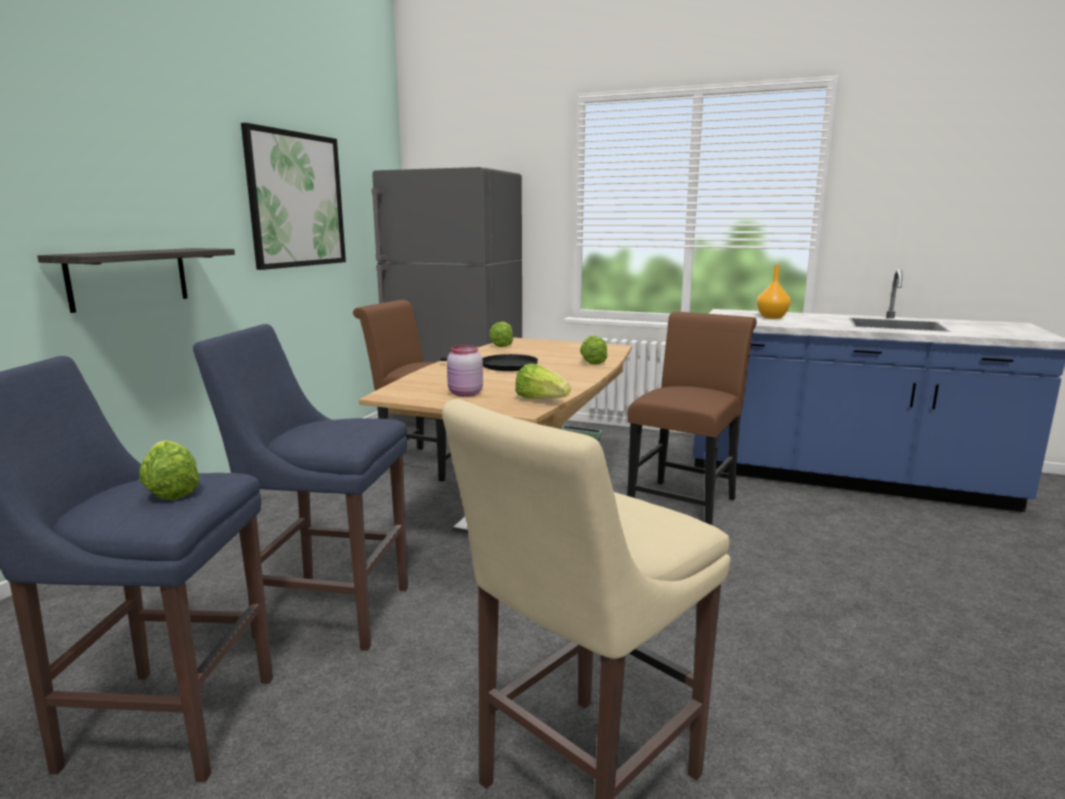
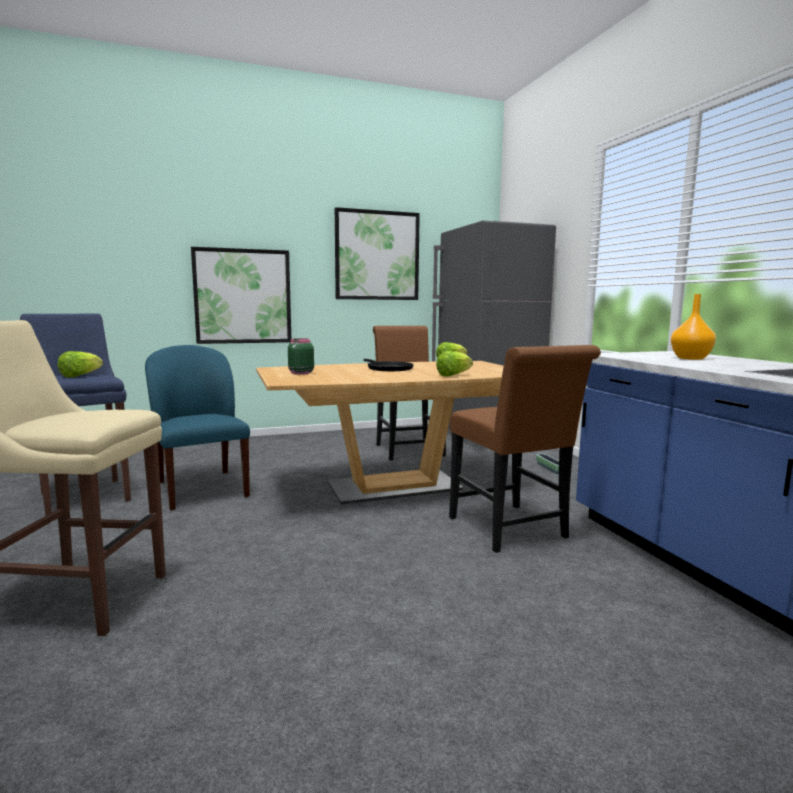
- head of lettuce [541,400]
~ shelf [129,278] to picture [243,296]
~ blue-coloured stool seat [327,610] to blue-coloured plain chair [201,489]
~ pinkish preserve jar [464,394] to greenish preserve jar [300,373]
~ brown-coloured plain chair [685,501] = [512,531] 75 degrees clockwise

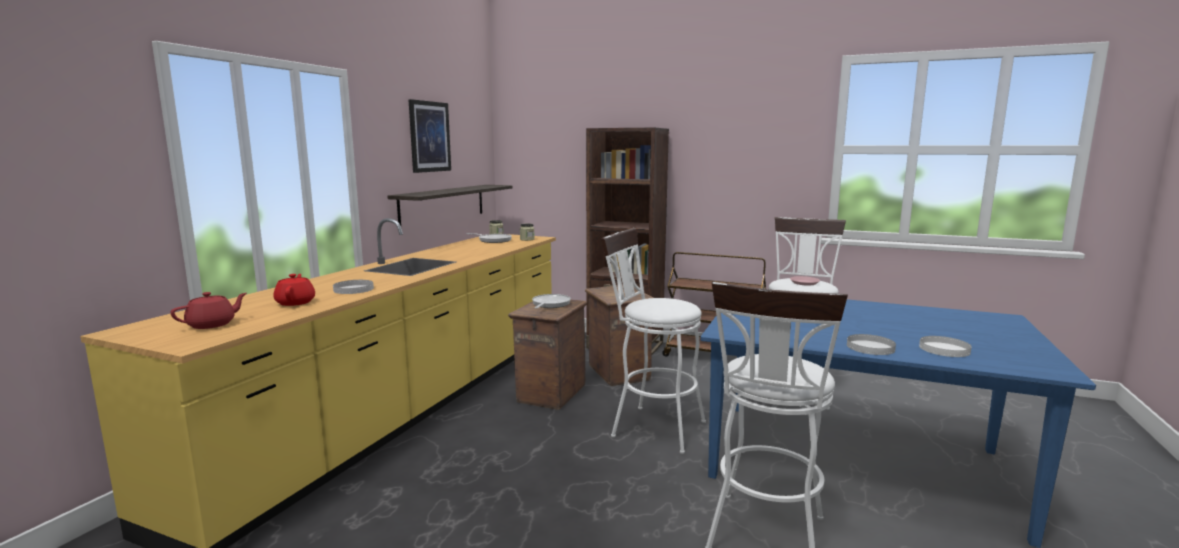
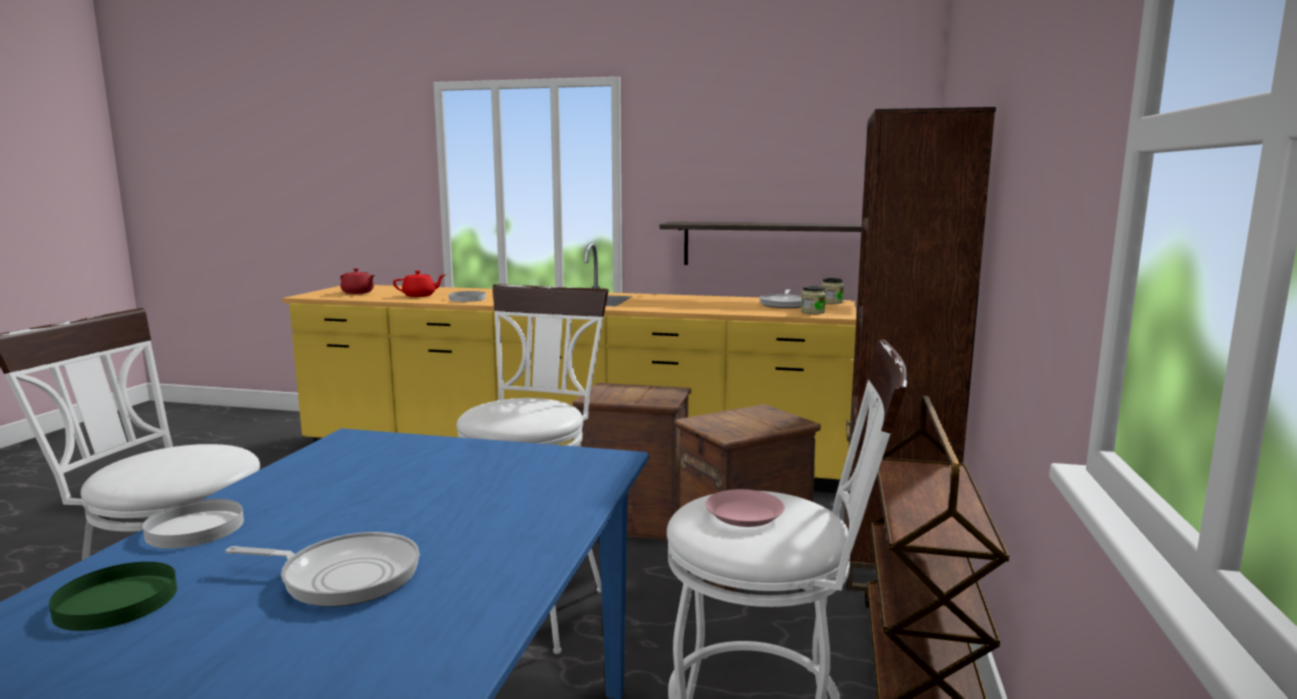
- picture [429,136]
~ skillet [550,304] to [344,576]
~ white-coloured flat dish [944,349] to greenish flat dish [115,601]

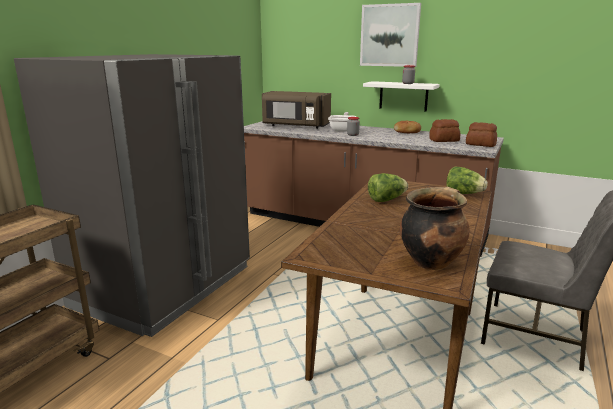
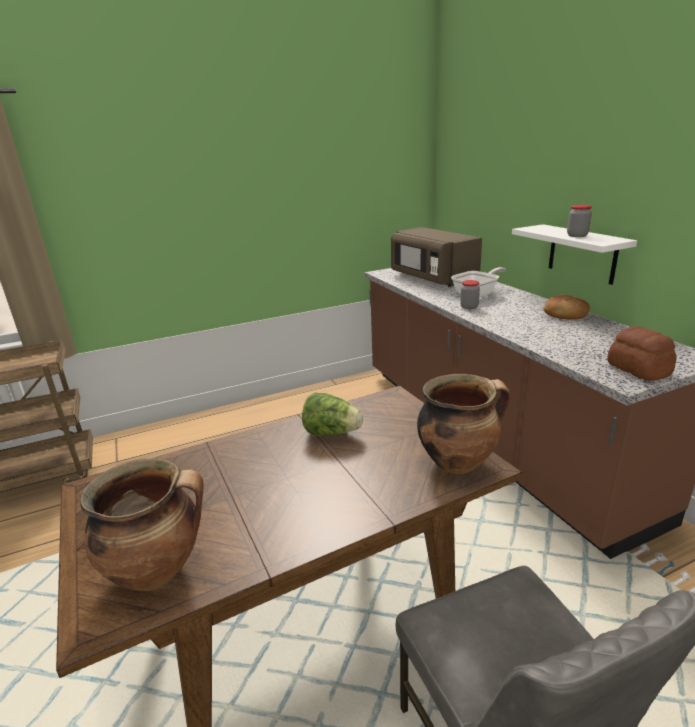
- greyish refrigerator [166,286]
- picture [389,35]
- baked bread [443,140]
~ head of lettuce [463,194] to saucepot [458,462]

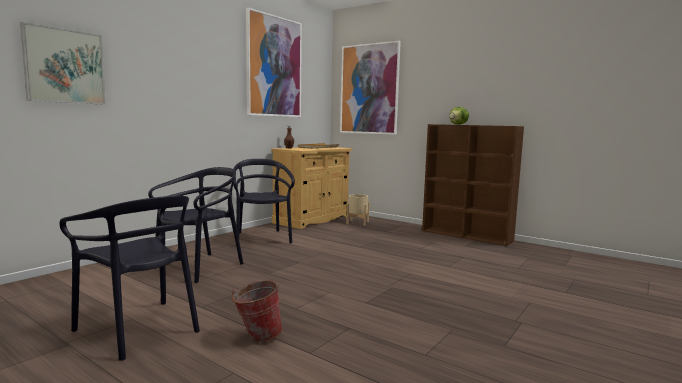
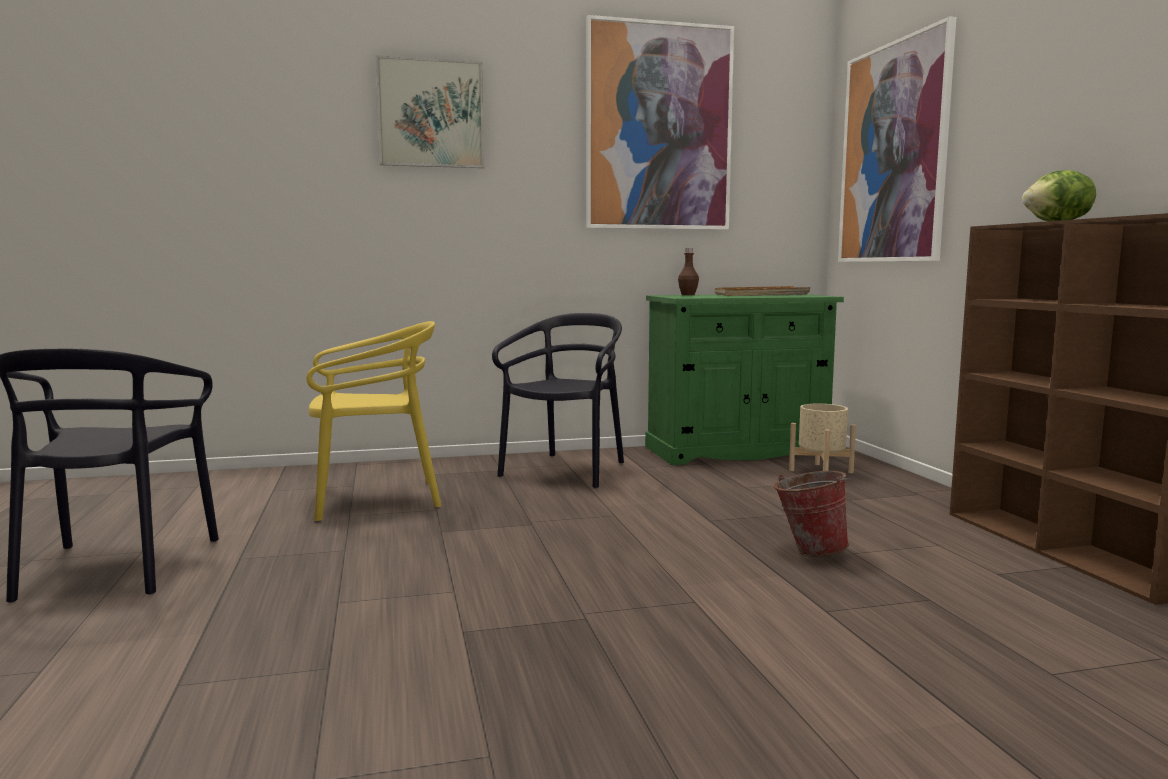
~ picture [65,66] to [431,113]
~ pail [257,336] to [809,550]
~ black-coloured plain chair [200,267] to yellowish plain chair [375,499]
~ beige cabinet [312,219] to greenish cabinet [737,451]

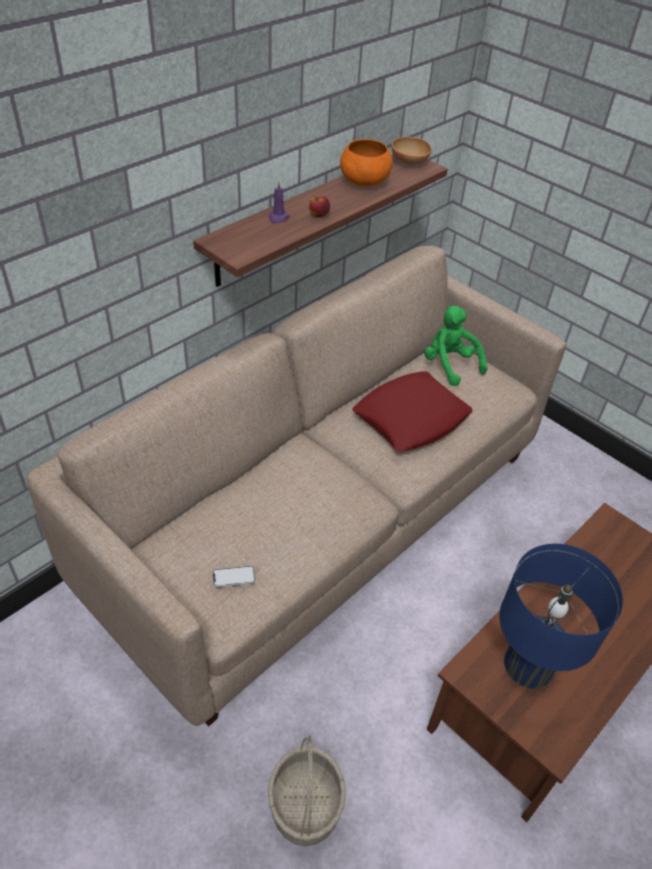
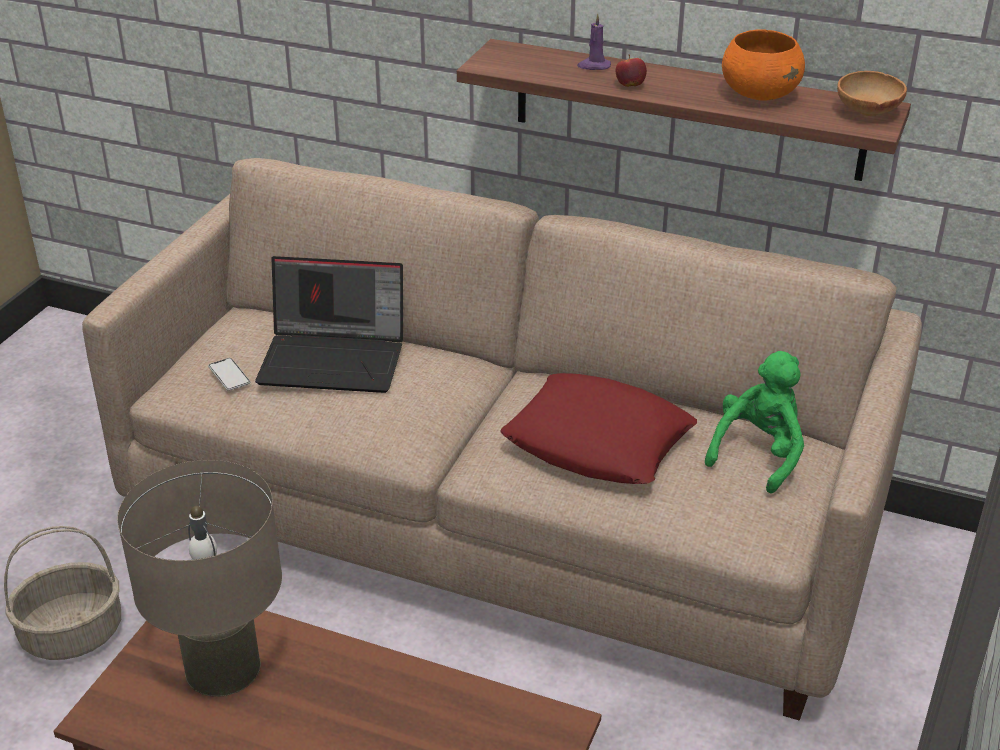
+ portable computer [335,359]
~ blue-coloured lamp for a table [529,665] to beige lamp for a table [222,668]

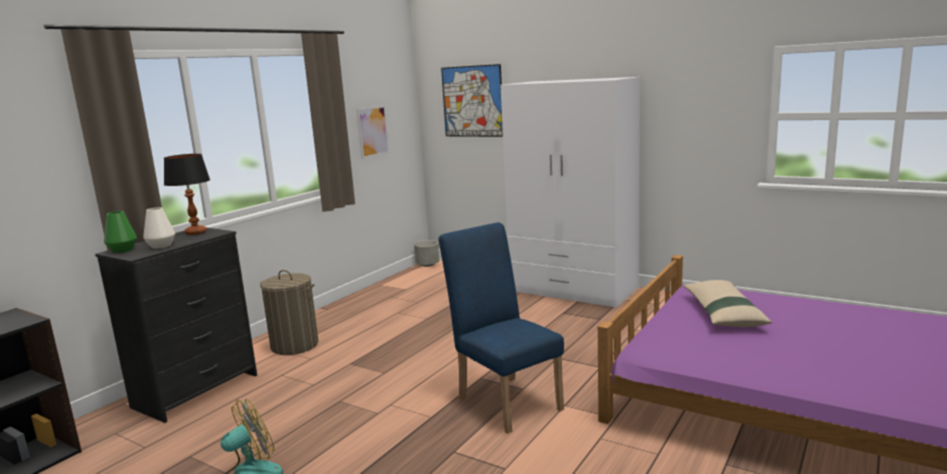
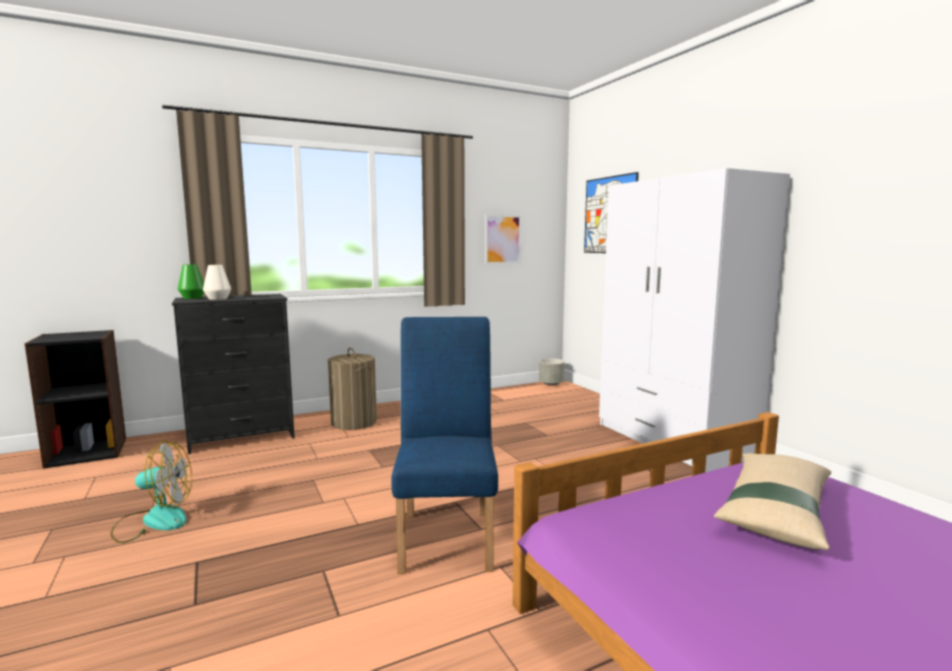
- lamp for a table [196,232]

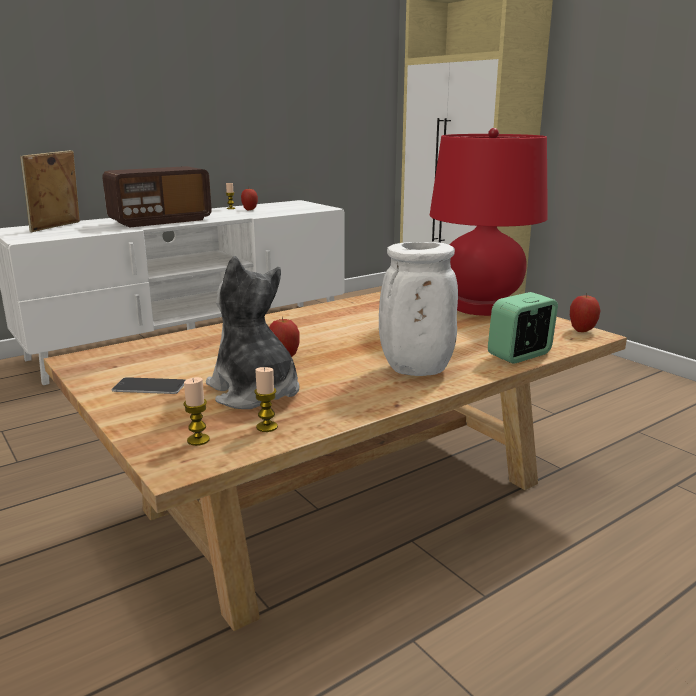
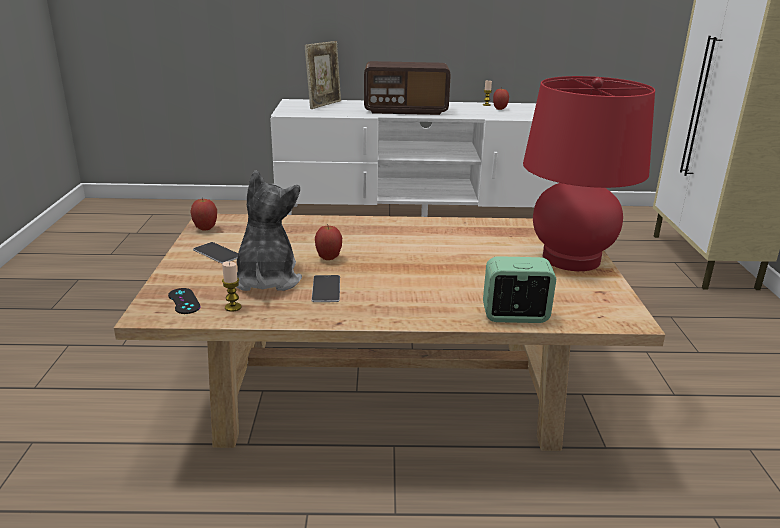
- white-coloured flower vase [415,370]
+ handset [326,289]
~ apple [582,331] to [205,229]
~ candle [198,440] to black-coloured gamepad [184,301]
~ standing frame [57,227] = [324,105] 150 degrees clockwise

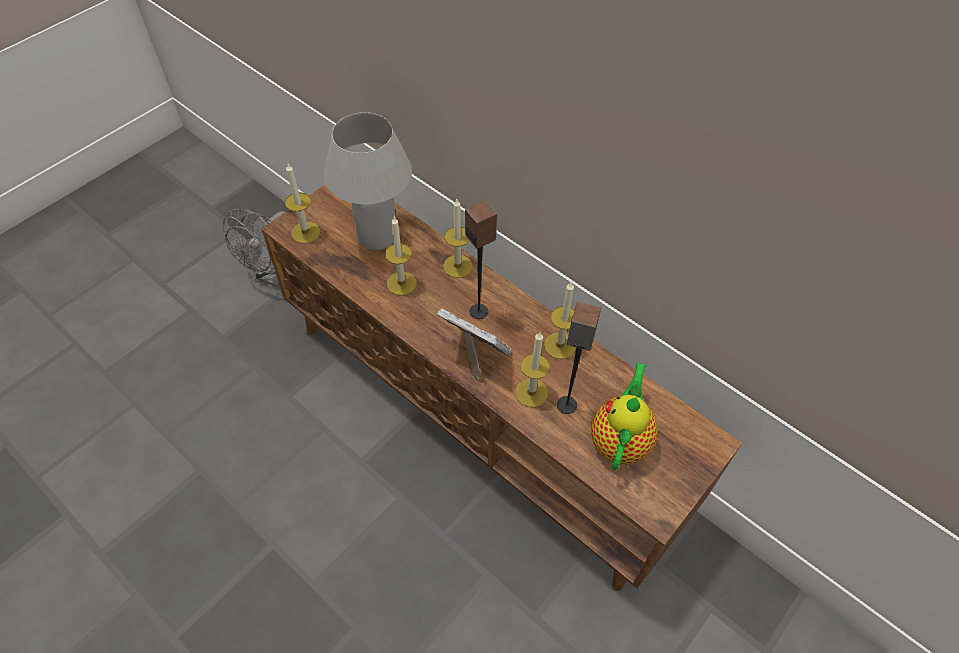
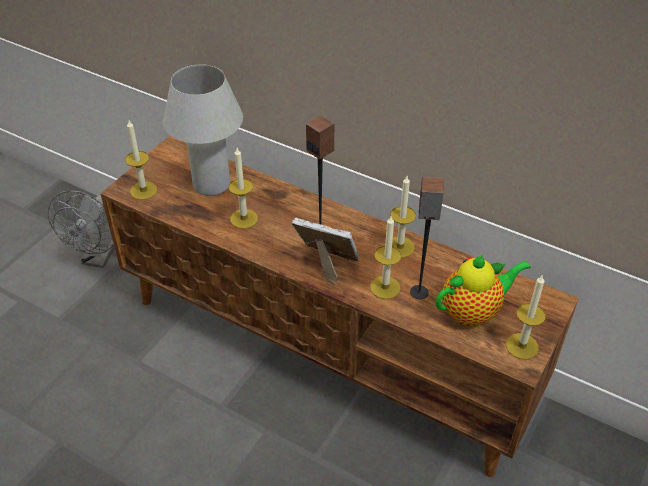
~ candle [458,266] to [522,346]
~ teapot [620,439] = [473,311] 60 degrees clockwise

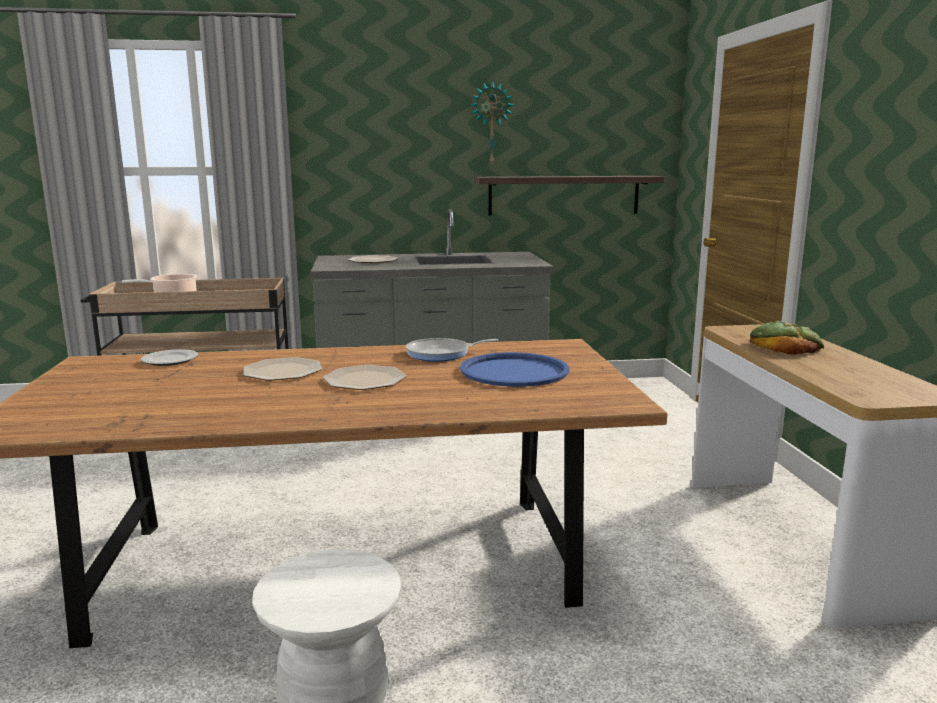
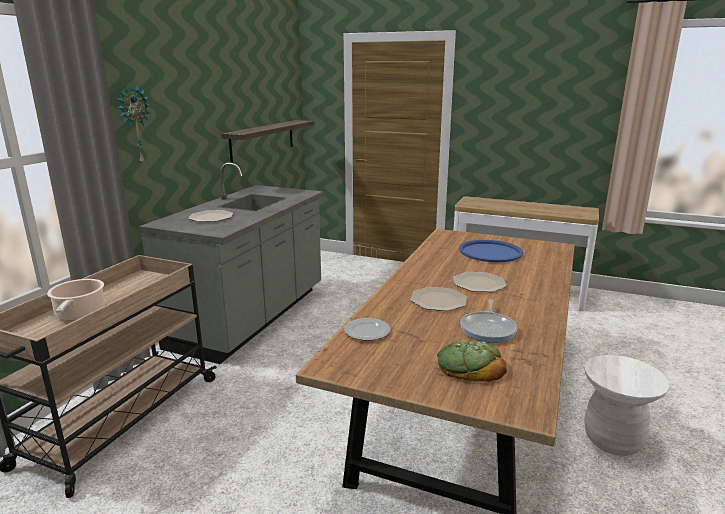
~ skillet [442,354] to [488,329]
~ clock on the wall [491,123] to [134,124]
~ baked bread [785,346] to [469,366]

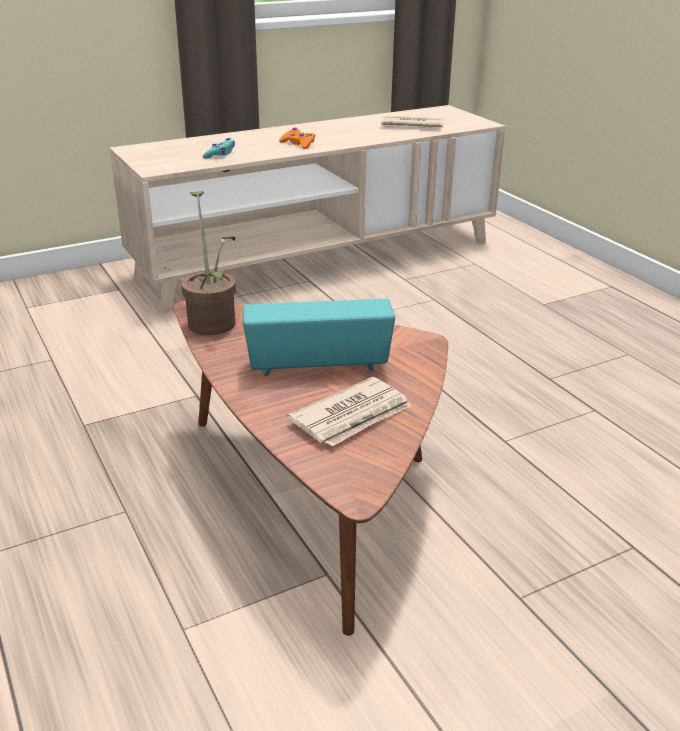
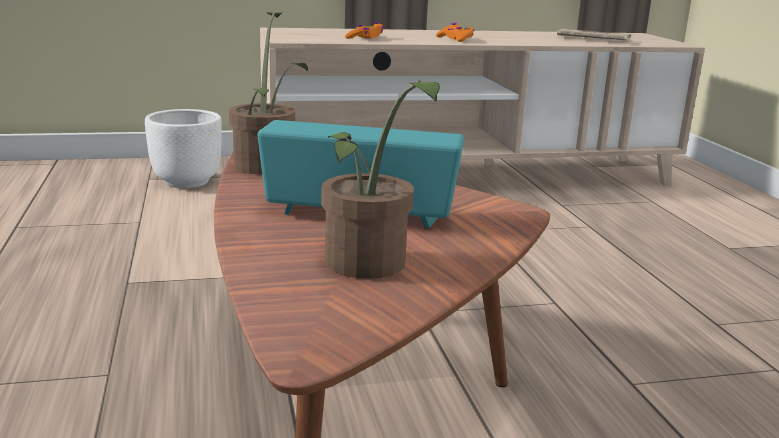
+ white-coloured plant pot [187,182]
~ printed paper [353,416] to houseplant [367,267]
~ blue-green gamepad [220,154] to orangey gamepad [366,38]

